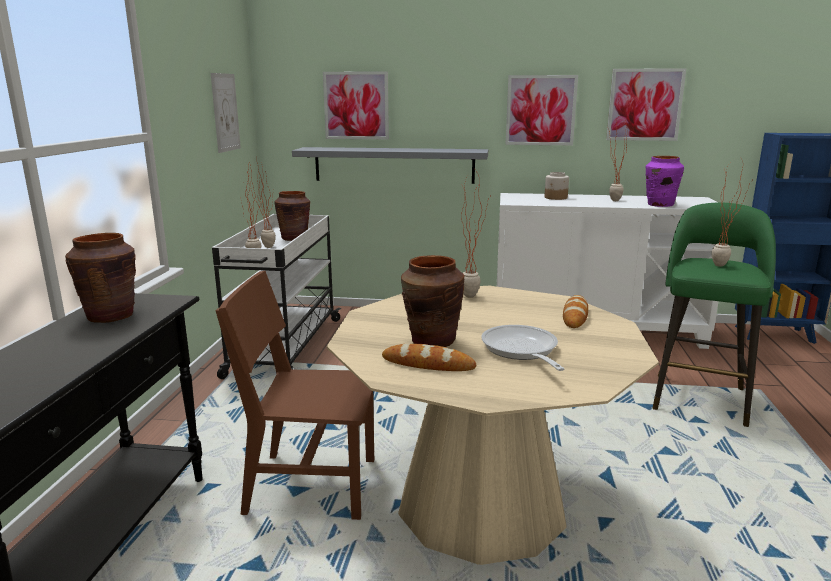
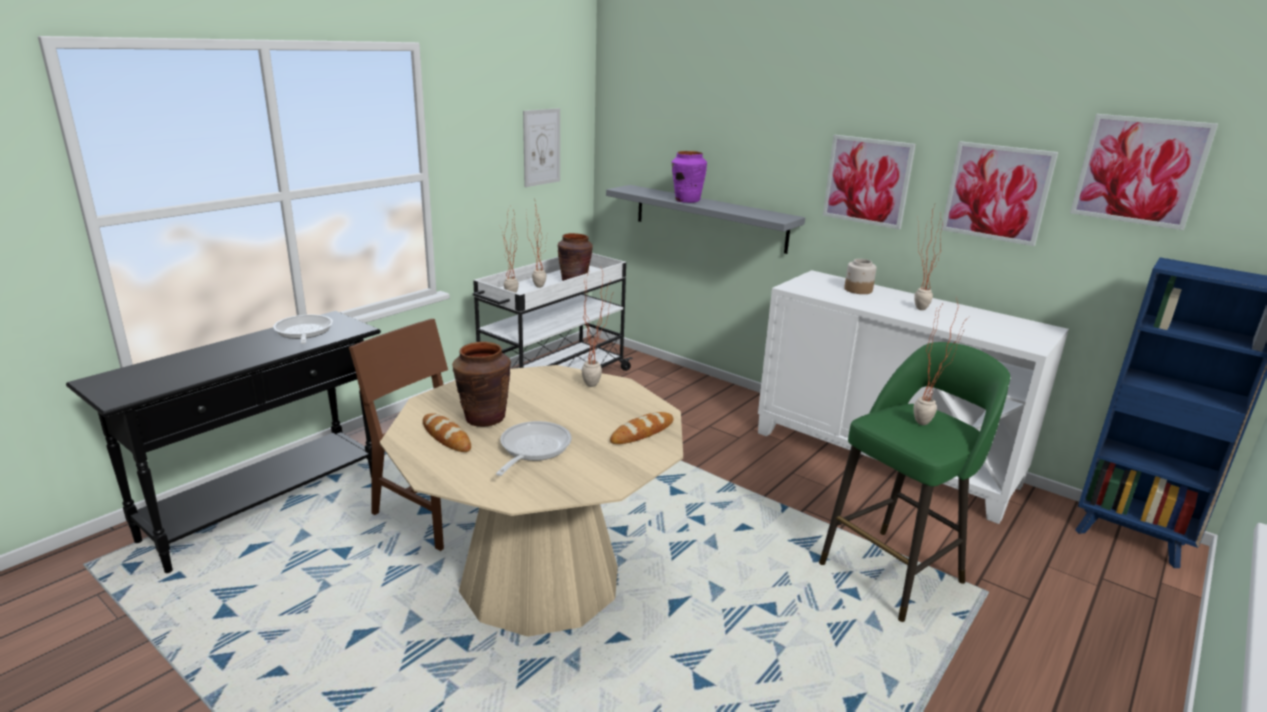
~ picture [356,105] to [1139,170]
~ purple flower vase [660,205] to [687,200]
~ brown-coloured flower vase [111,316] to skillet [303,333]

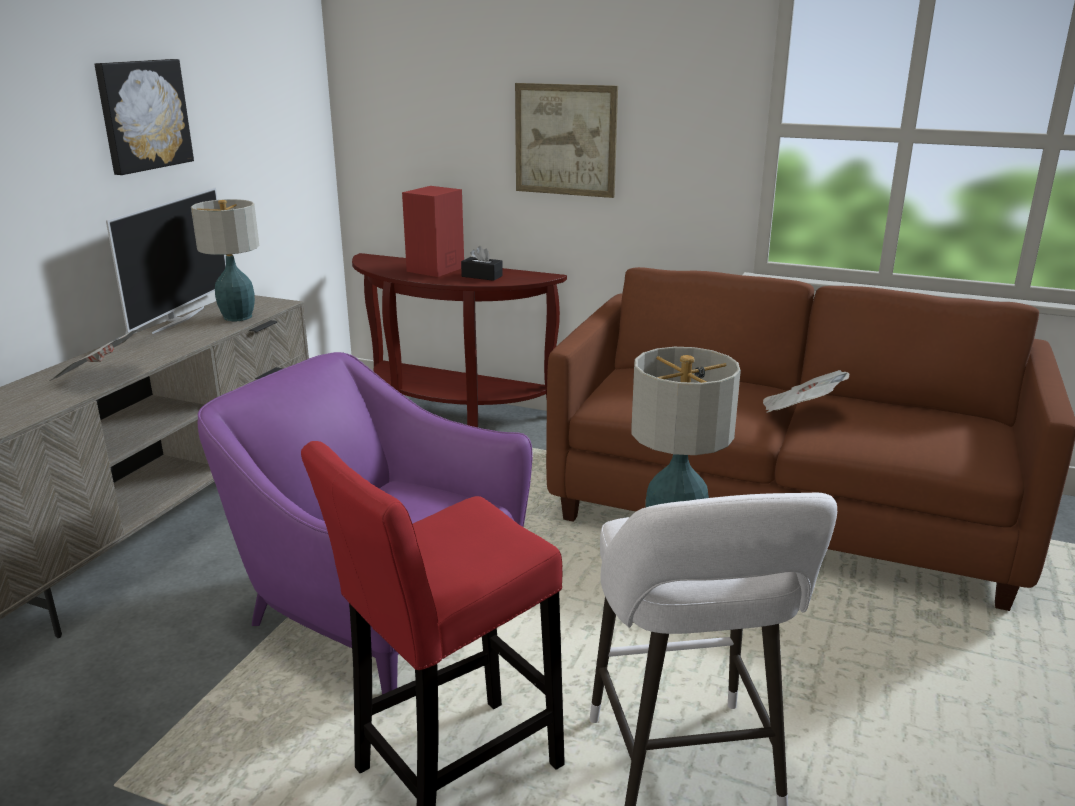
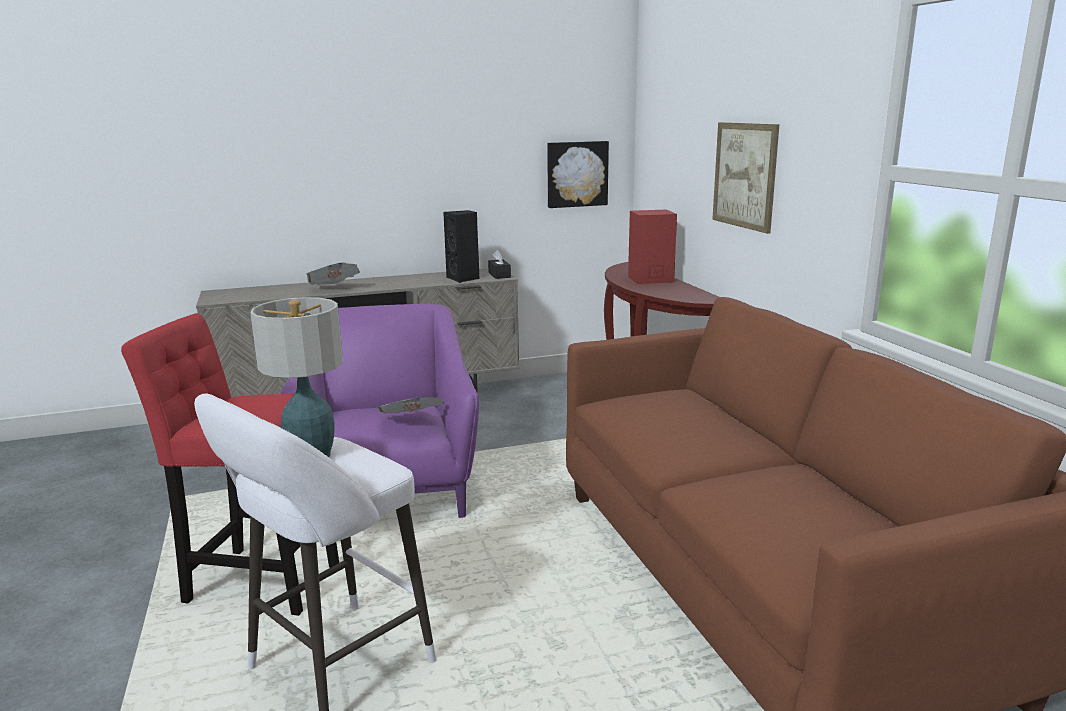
- TV [177,320]
~ picture [143,115] to [576,174]
~ black-coloured tissue box [482,276] to [499,275]
~ printed paper [799,411] to [411,423]
~ lamp for a table [238,317] to black-coloured loudspeaker [463,278]

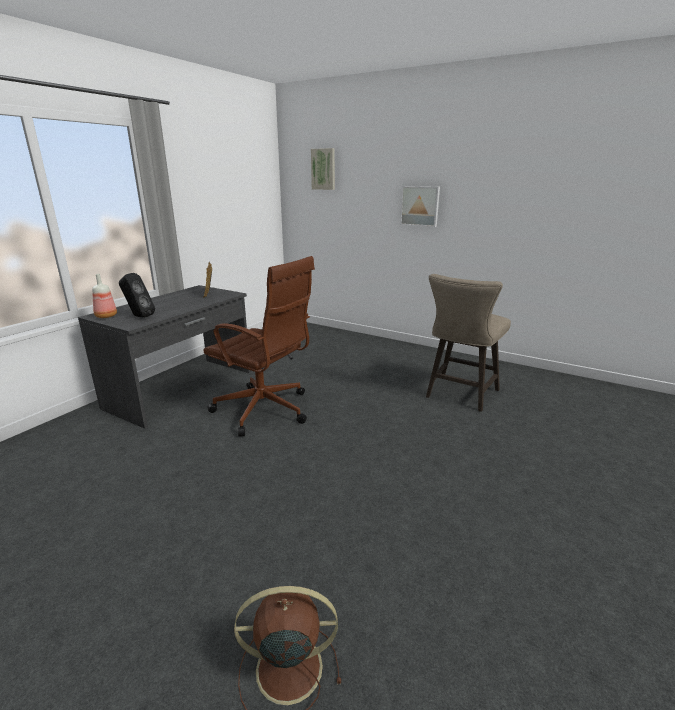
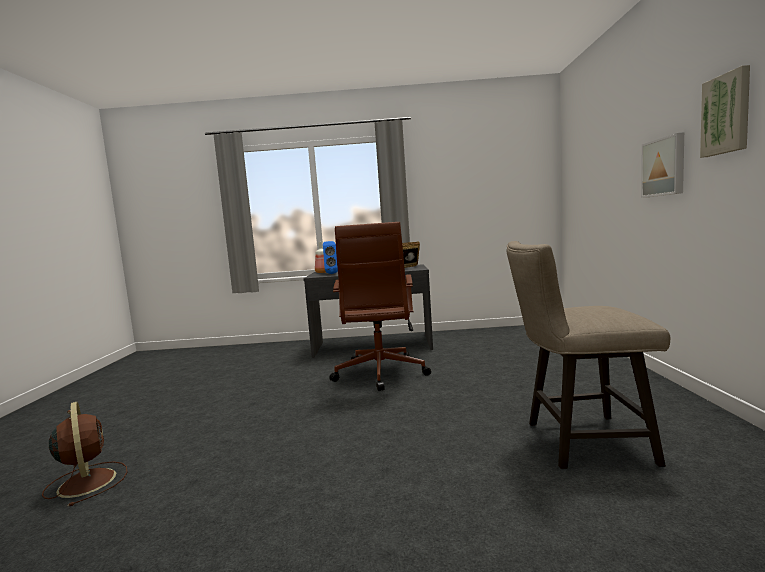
~ picture [323,169] to [727,114]
~ black-coloured loudspeaker [139,316] to blue-coloured loudspeaker [331,274]

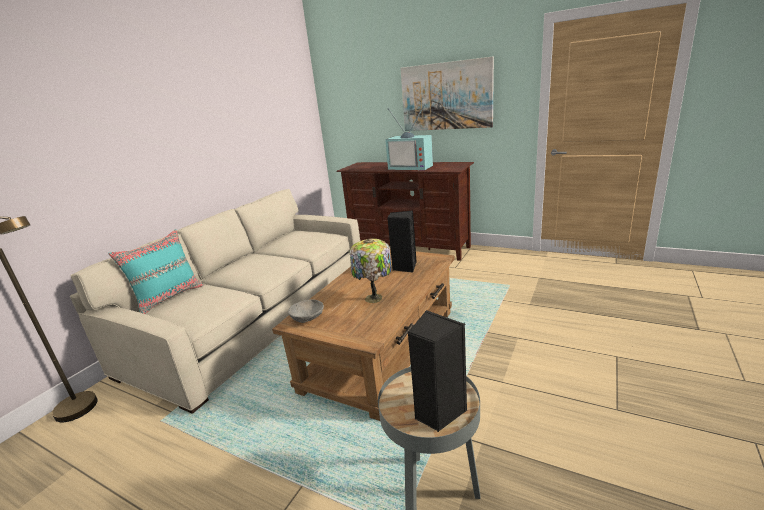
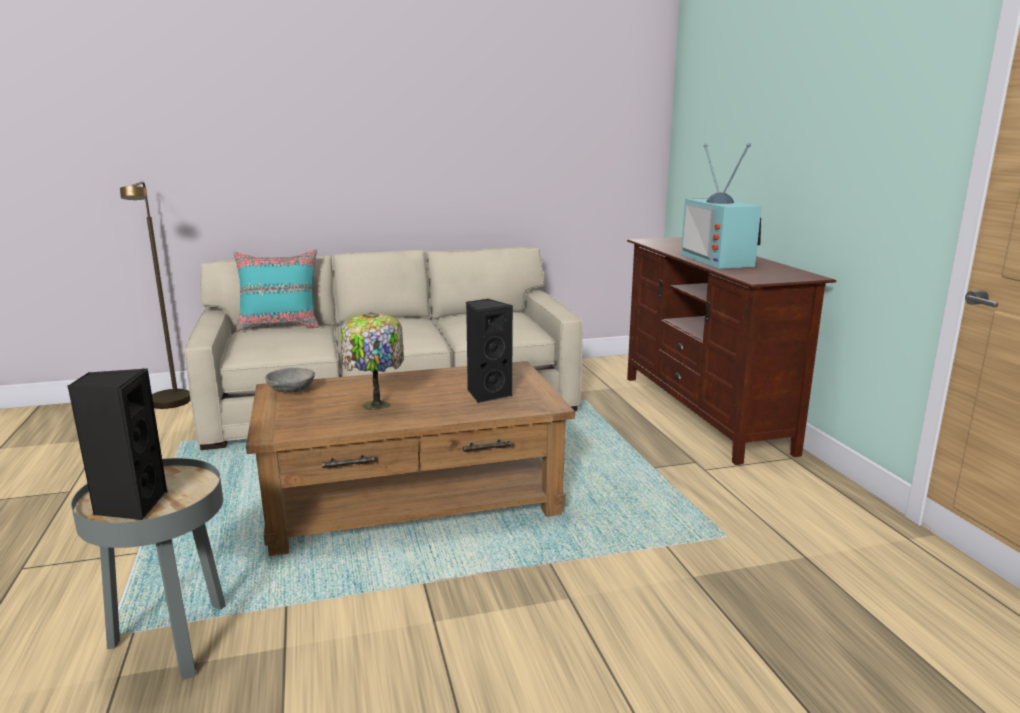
- picture [446,96]

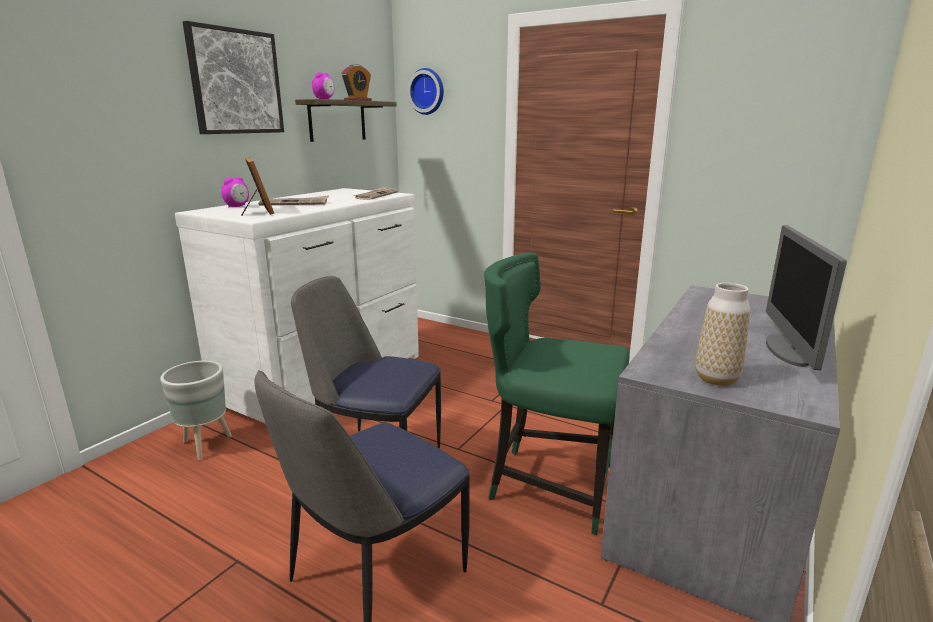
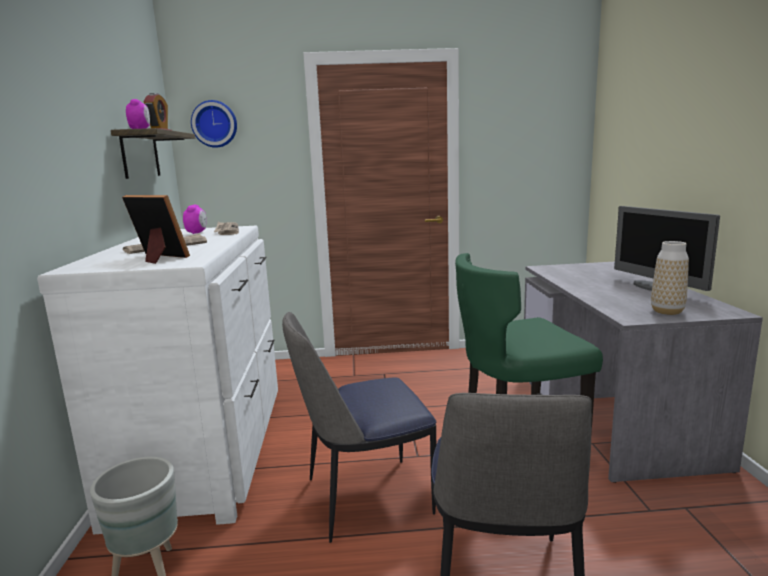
- picture [236,82]
~ table clock [237,206] to [197,233]

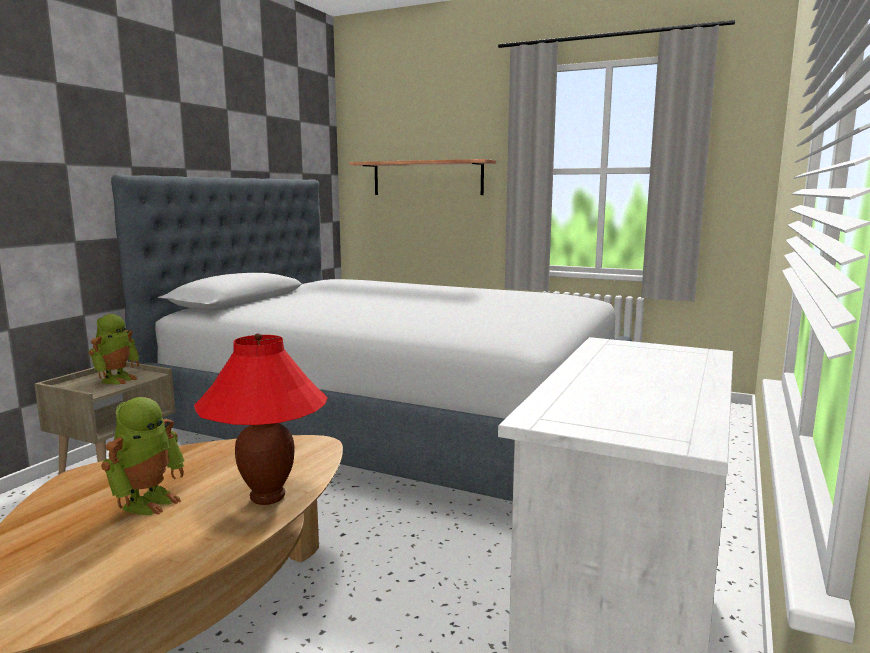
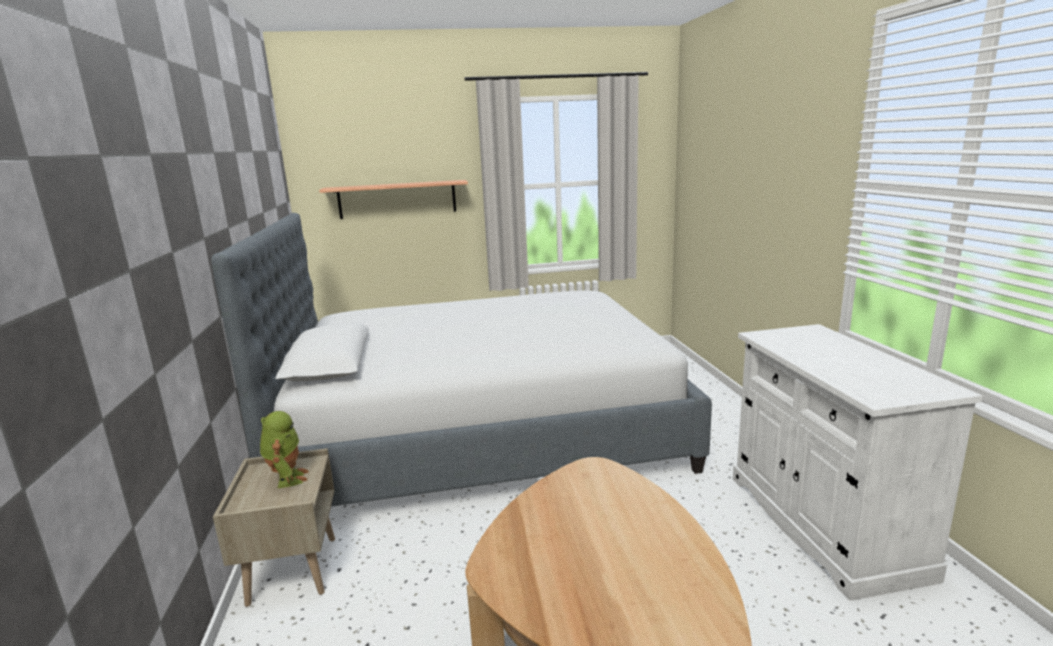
- robot figure [148,501]
- reddish lamp for a table [267,497]

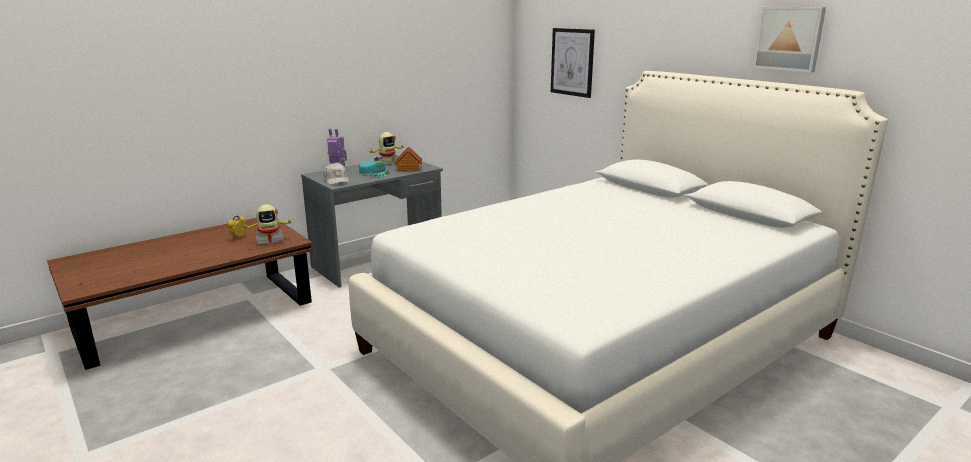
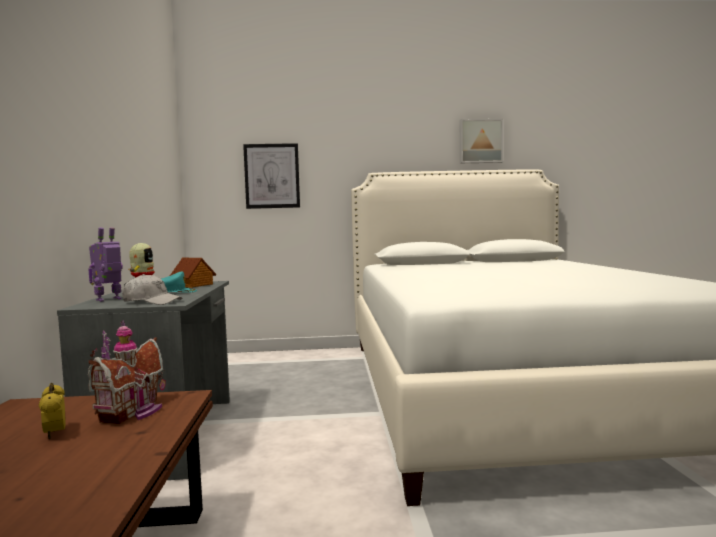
~ robot figure [269,240] to toy house [135,413]

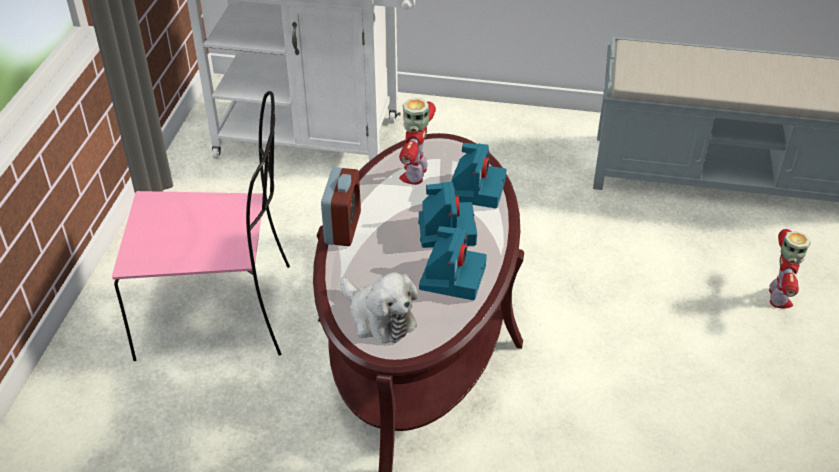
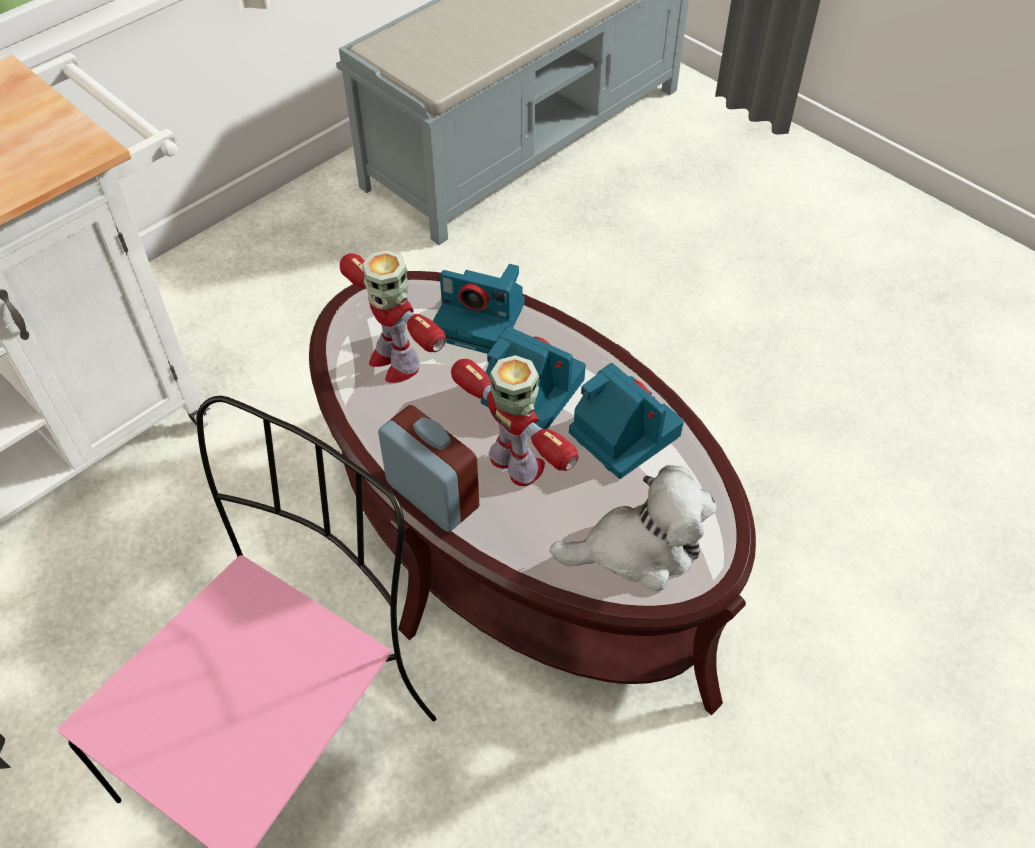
~ robot figure [779,298] to [516,465]
~ photo camera [475,189] = [482,321] 150 degrees clockwise

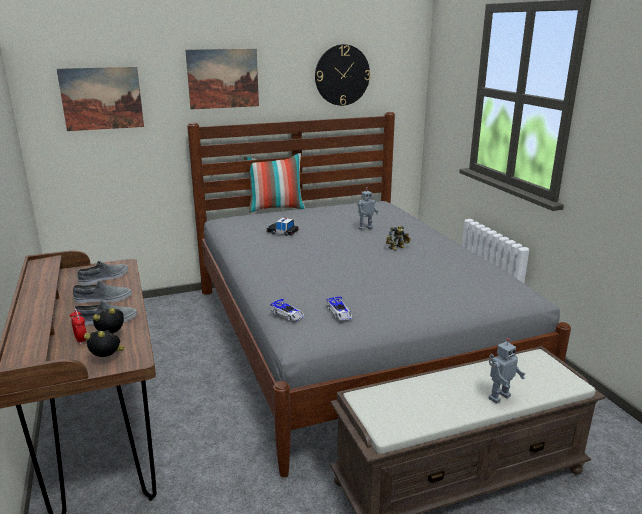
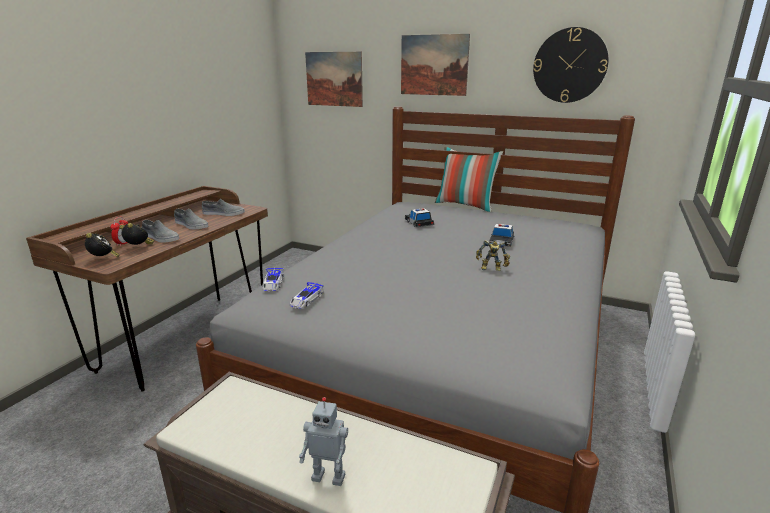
~ robot figure [365,228] to miniature car [501,241]

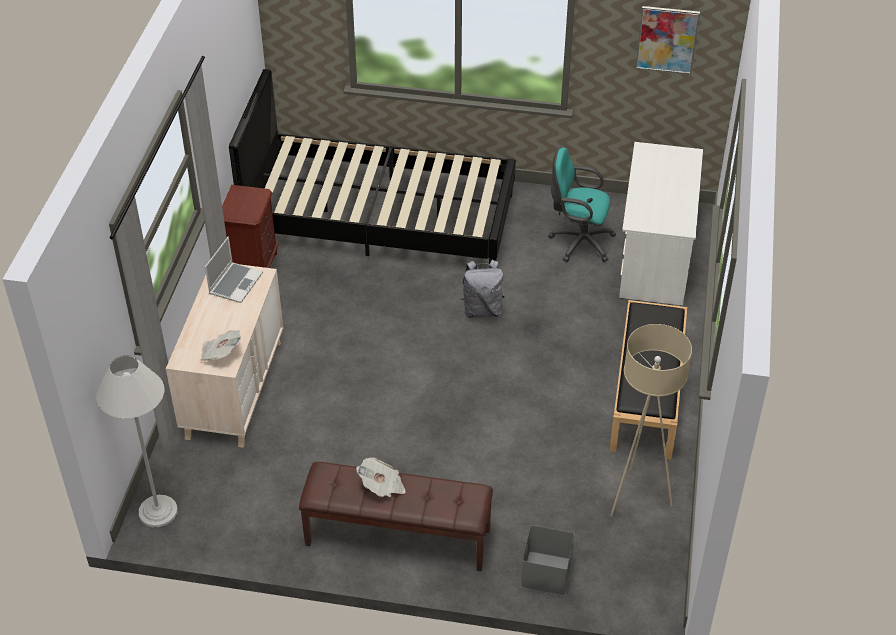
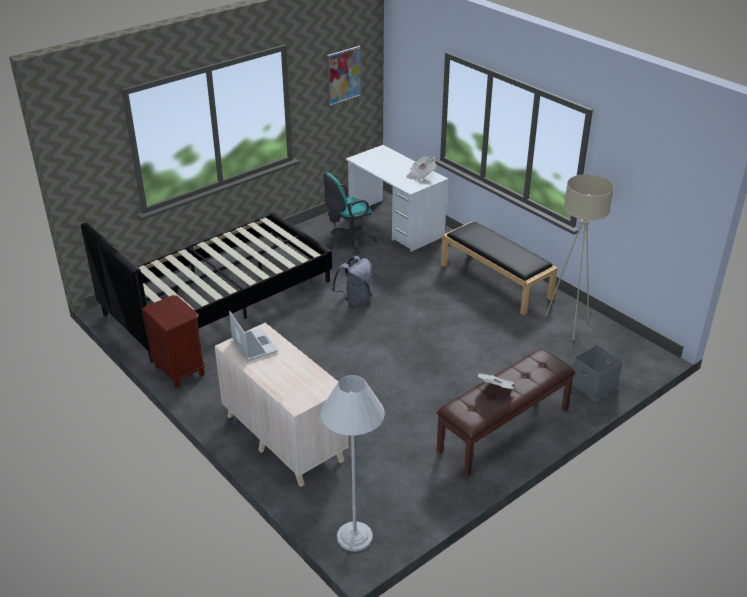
~ printed paper [221,353] to [420,175]

